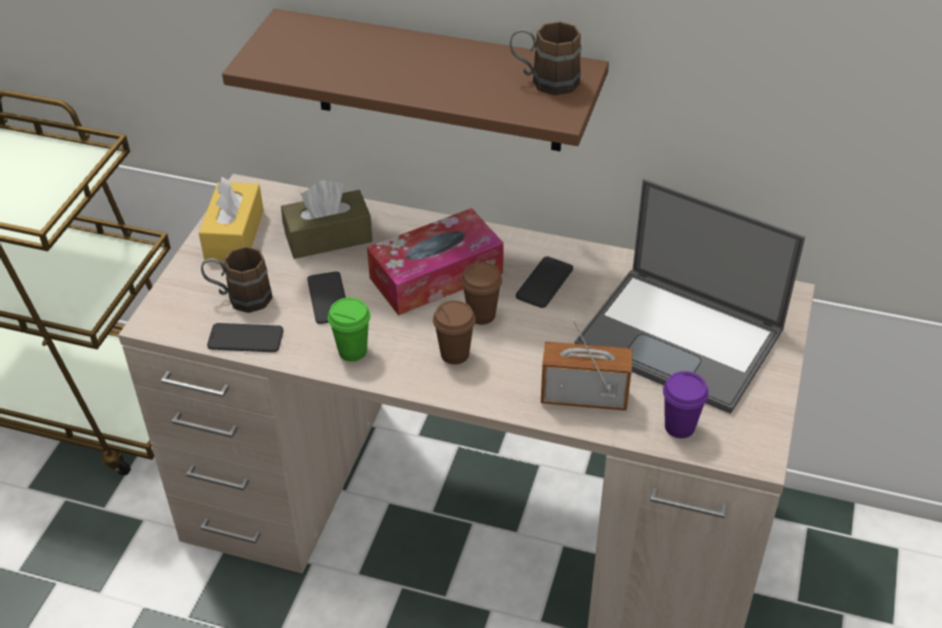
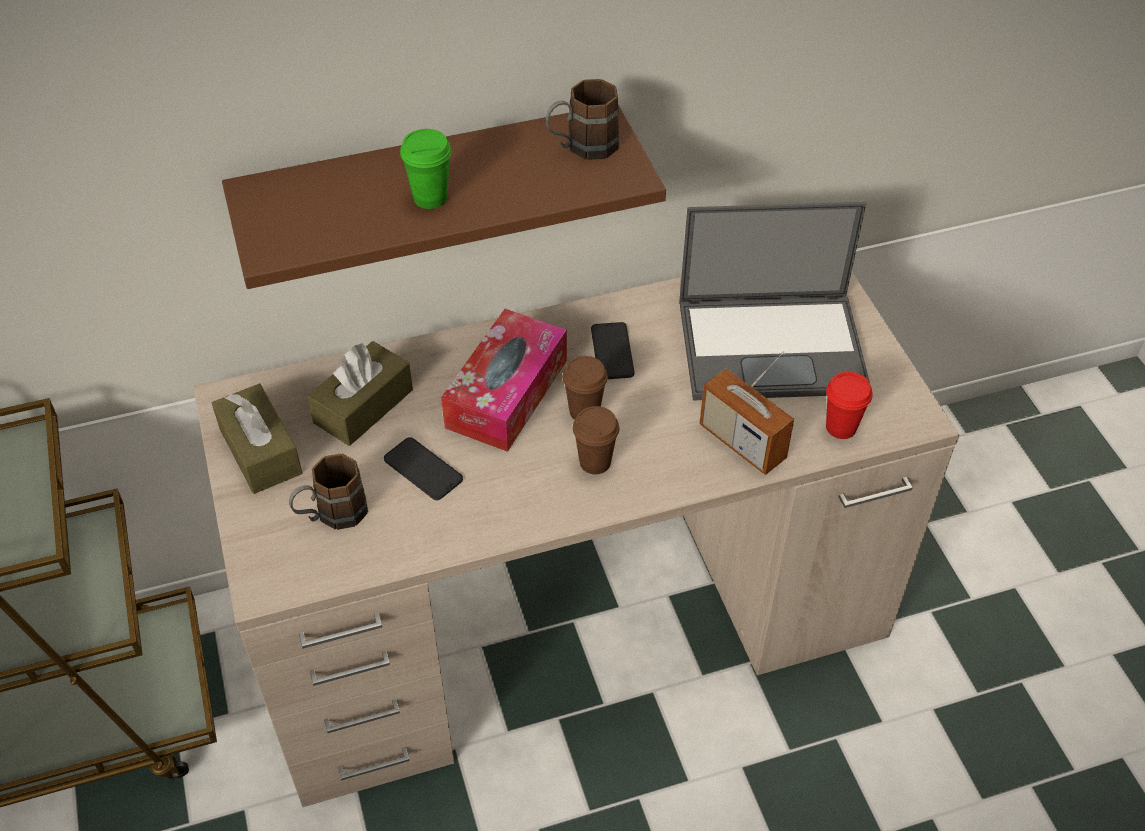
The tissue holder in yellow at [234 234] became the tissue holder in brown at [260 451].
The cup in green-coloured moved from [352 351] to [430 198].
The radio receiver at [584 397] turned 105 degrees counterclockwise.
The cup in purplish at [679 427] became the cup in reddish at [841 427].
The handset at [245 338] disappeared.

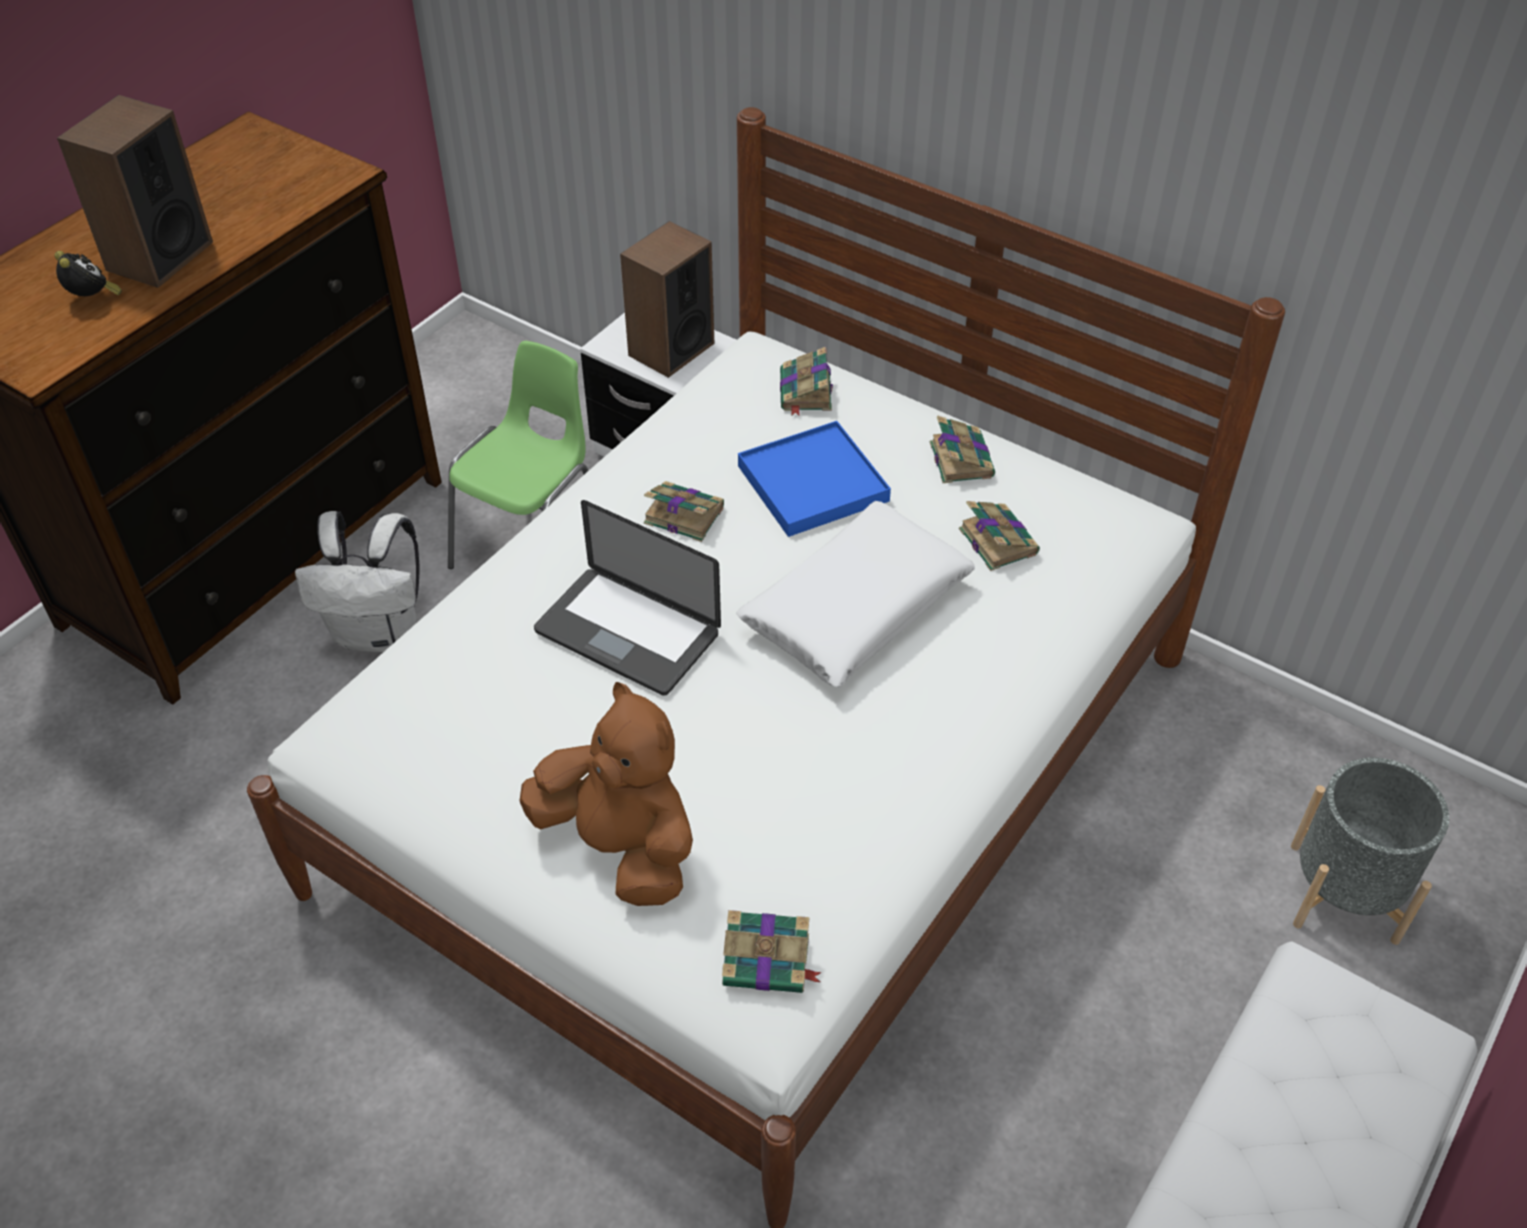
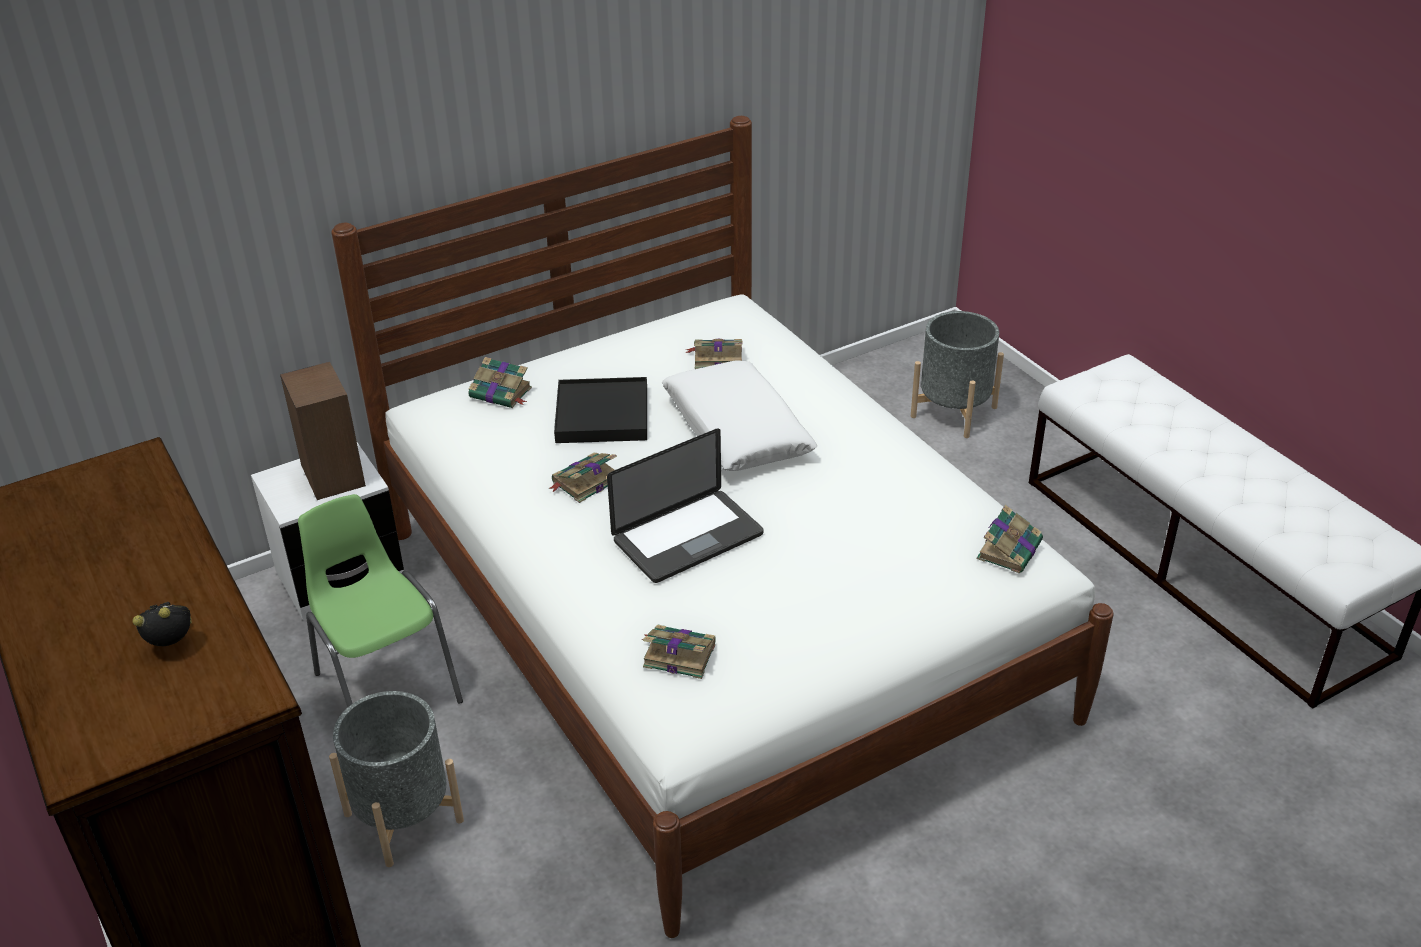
The backpack in whitish at [379 633] was replaced by the plant pot in grey at [403 817].
The serving tray in blue at [813 483] became the serving tray in black at [602 415].
The book moved from [961 458] to [677 655].
The speaker at [159 256] disappeared.
The soft toy in brown at [621 846] disappeared.

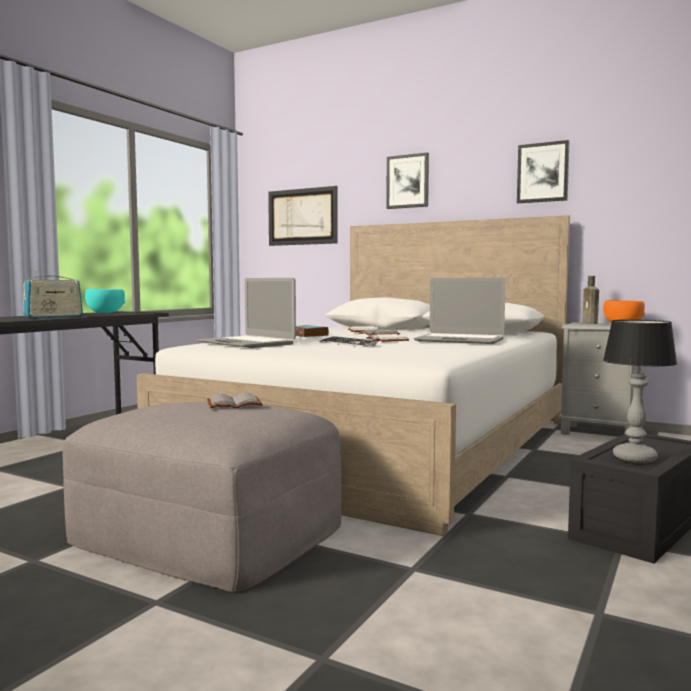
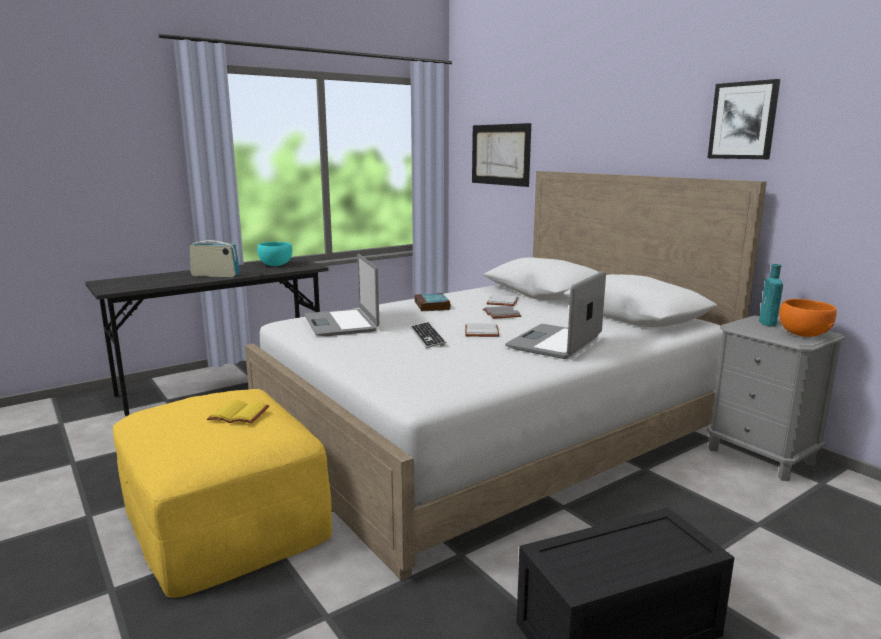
The ottoman in grey at [209 533] became the ottoman in yellow at [225 518].
The radio receiver at [53 317] turned 150 degrees counterclockwise.
The book in grey at [235 404] became the book in yellow at [240 414].
The laptop at [459 340] turned 75 degrees clockwise.
The beverage bottle in brown at [590 323] became the beverage bottle in turquoise-coloured at [768 323].
The wall picture at [408 181] disappeared.
The tabletop lamp at [634 458] disappeared.

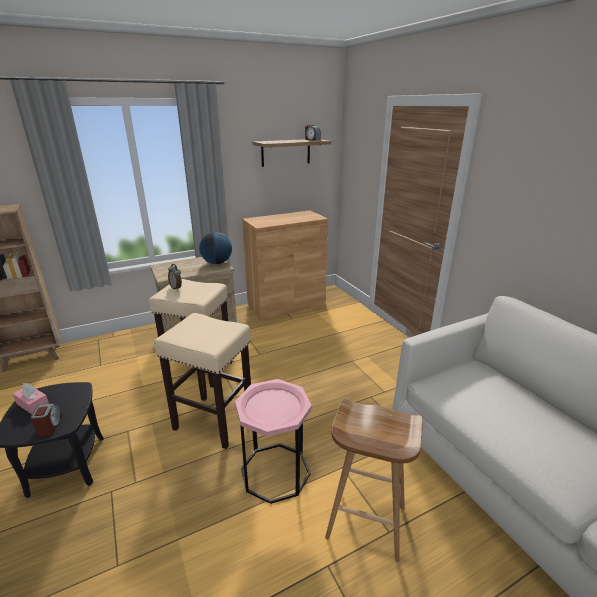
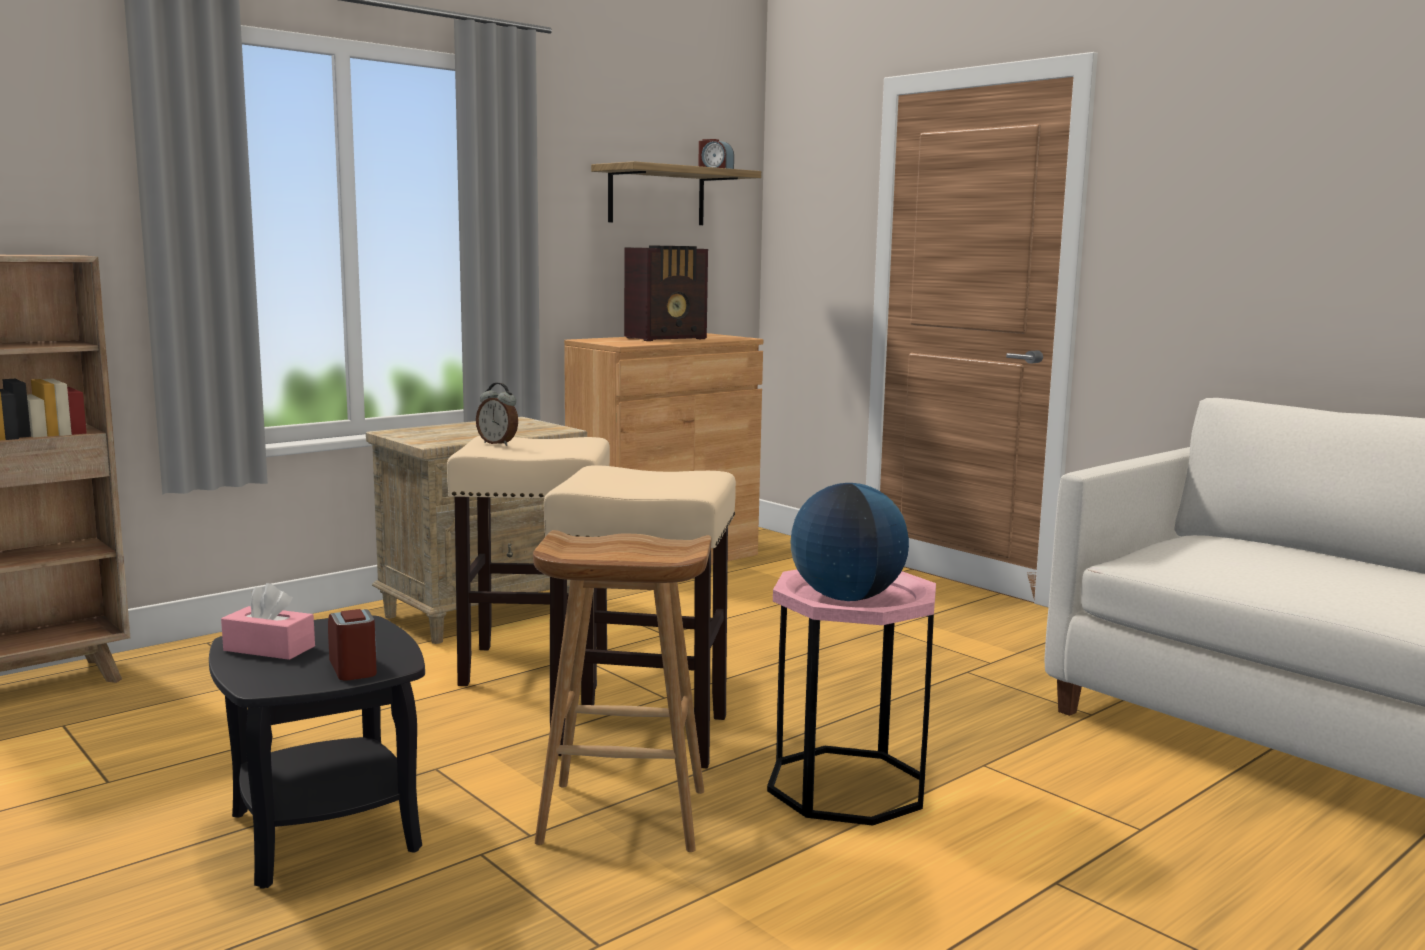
The sitting stool in brown moved from [364 523] to [620 817].
The radio receiver at [667 338] appeared.
The desk globe moved from [217 263] to [846 598].

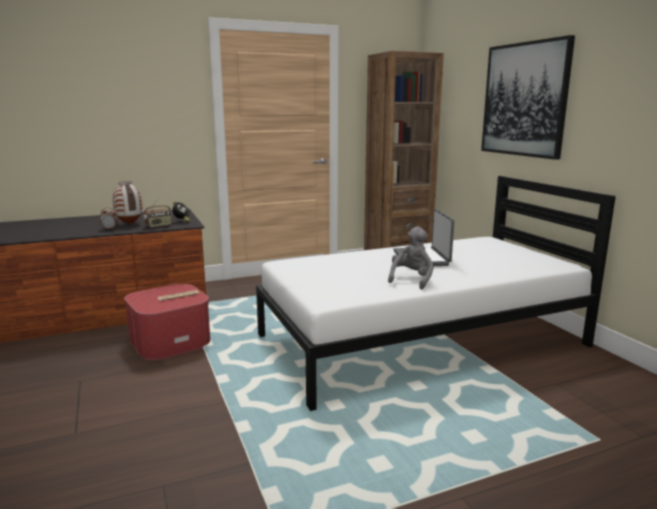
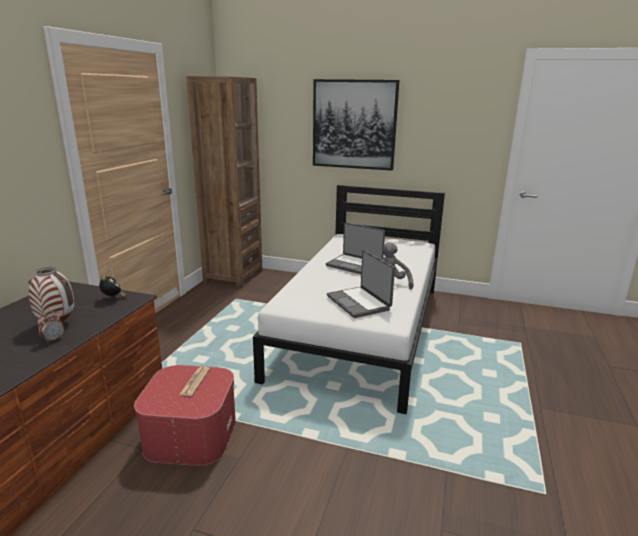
The laptop at [359 302] appeared.
The radio receiver at [159 225] disappeared.

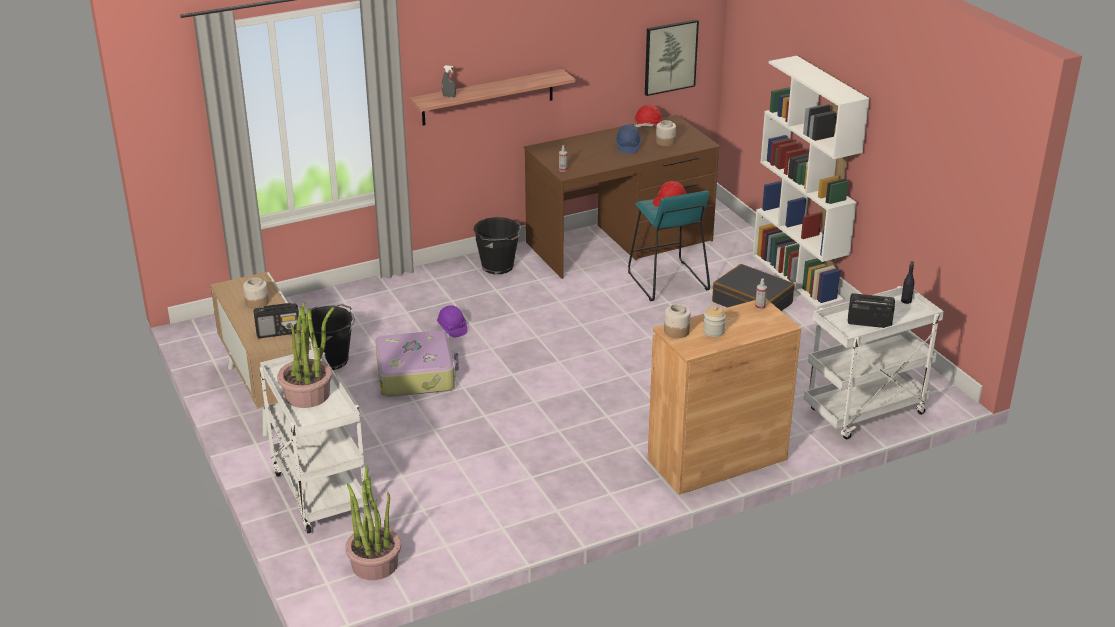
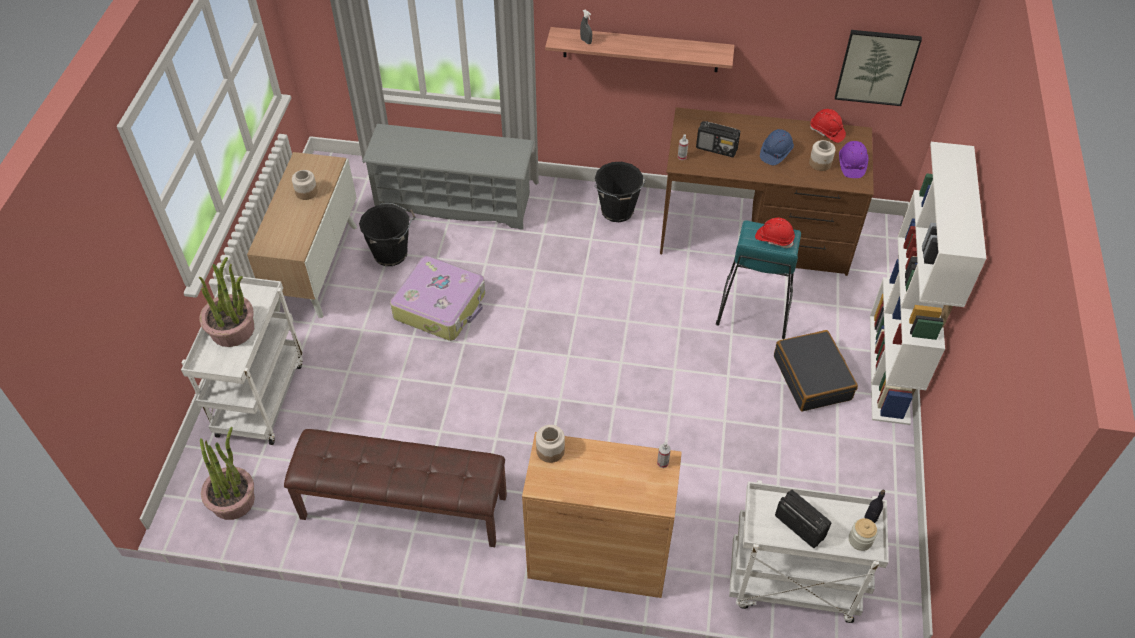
The indoor bench in brown at [403 508] appeared.
The shoe shelf in grey at [455 202] appeared.
The radio receiver moved from [279 332] to [717 148].
The hard hat in purplish moved from [452 328] to [851 165].
The preserve jar moved from [713 331] to [860 540].

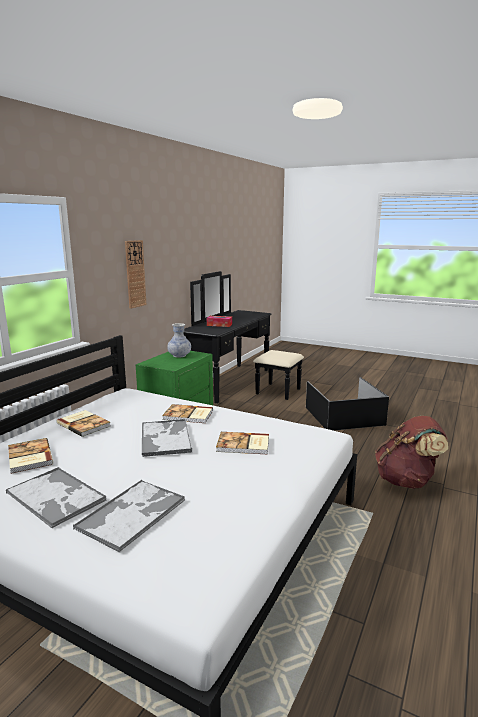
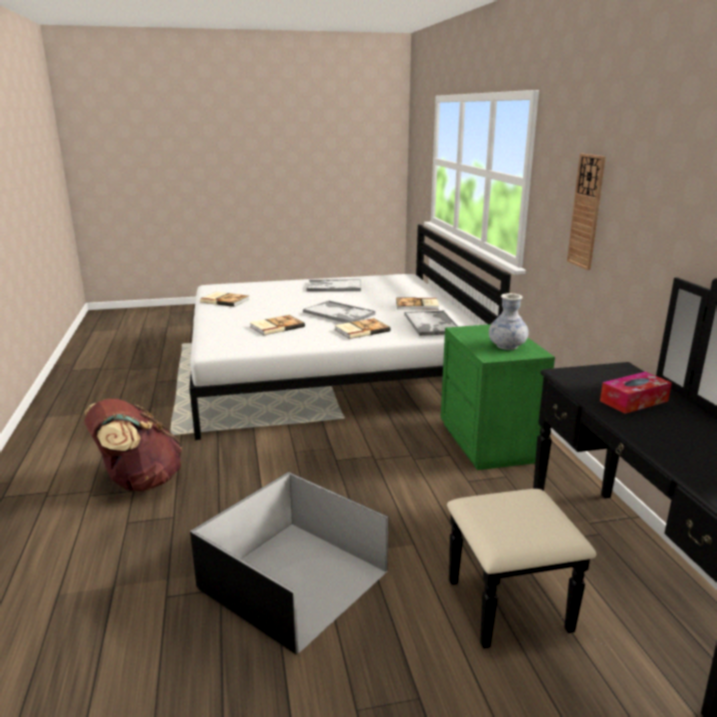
The book moved from [29 457] to [225 300].
The serving tray moved from [132 513] to [432 324].

